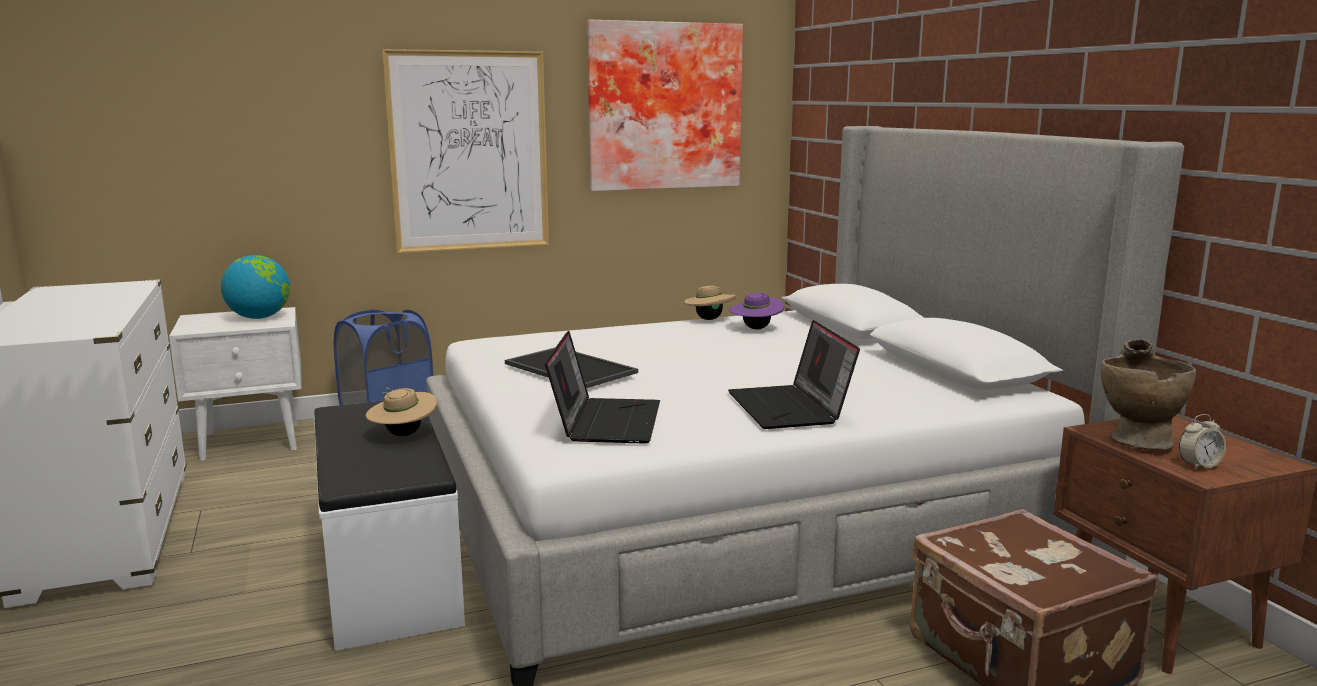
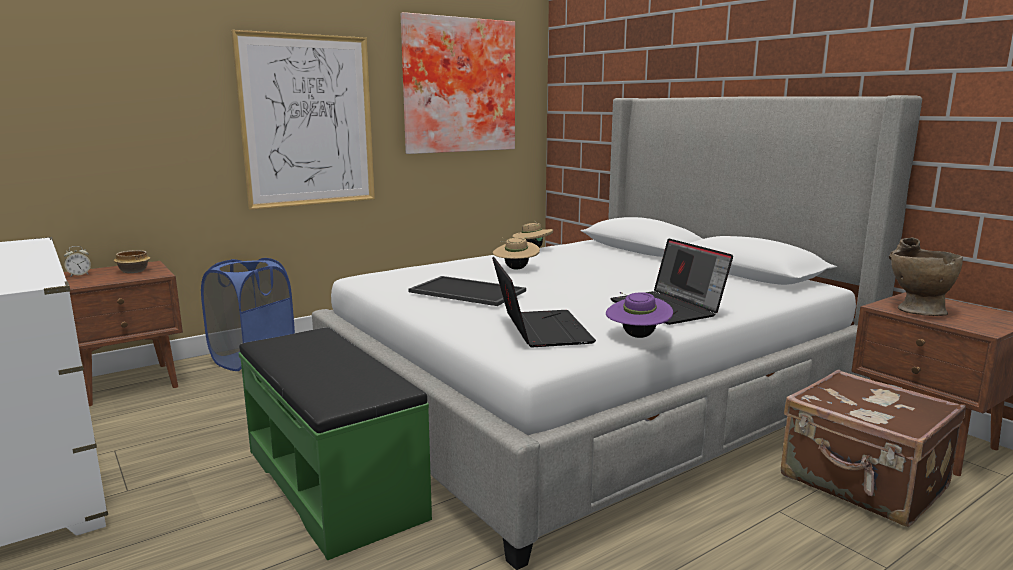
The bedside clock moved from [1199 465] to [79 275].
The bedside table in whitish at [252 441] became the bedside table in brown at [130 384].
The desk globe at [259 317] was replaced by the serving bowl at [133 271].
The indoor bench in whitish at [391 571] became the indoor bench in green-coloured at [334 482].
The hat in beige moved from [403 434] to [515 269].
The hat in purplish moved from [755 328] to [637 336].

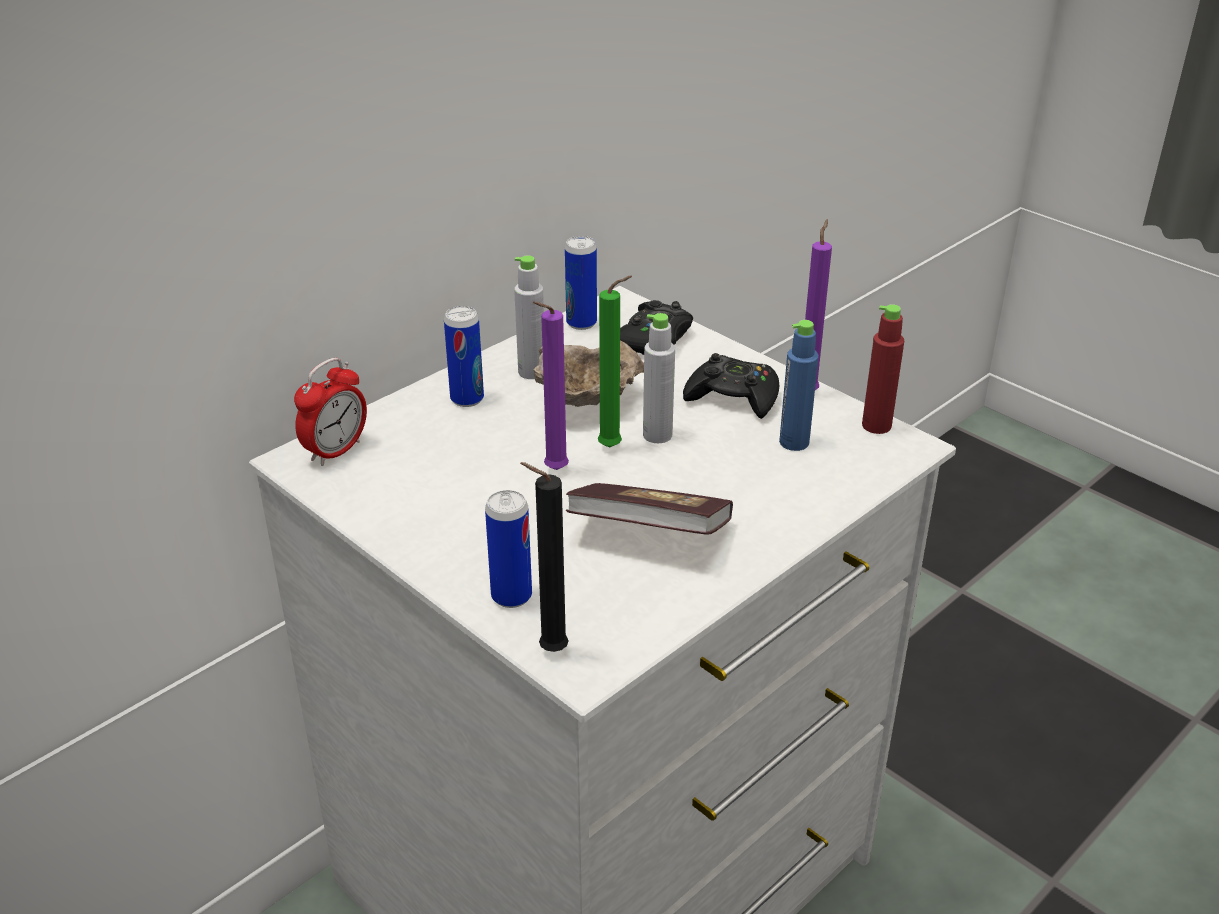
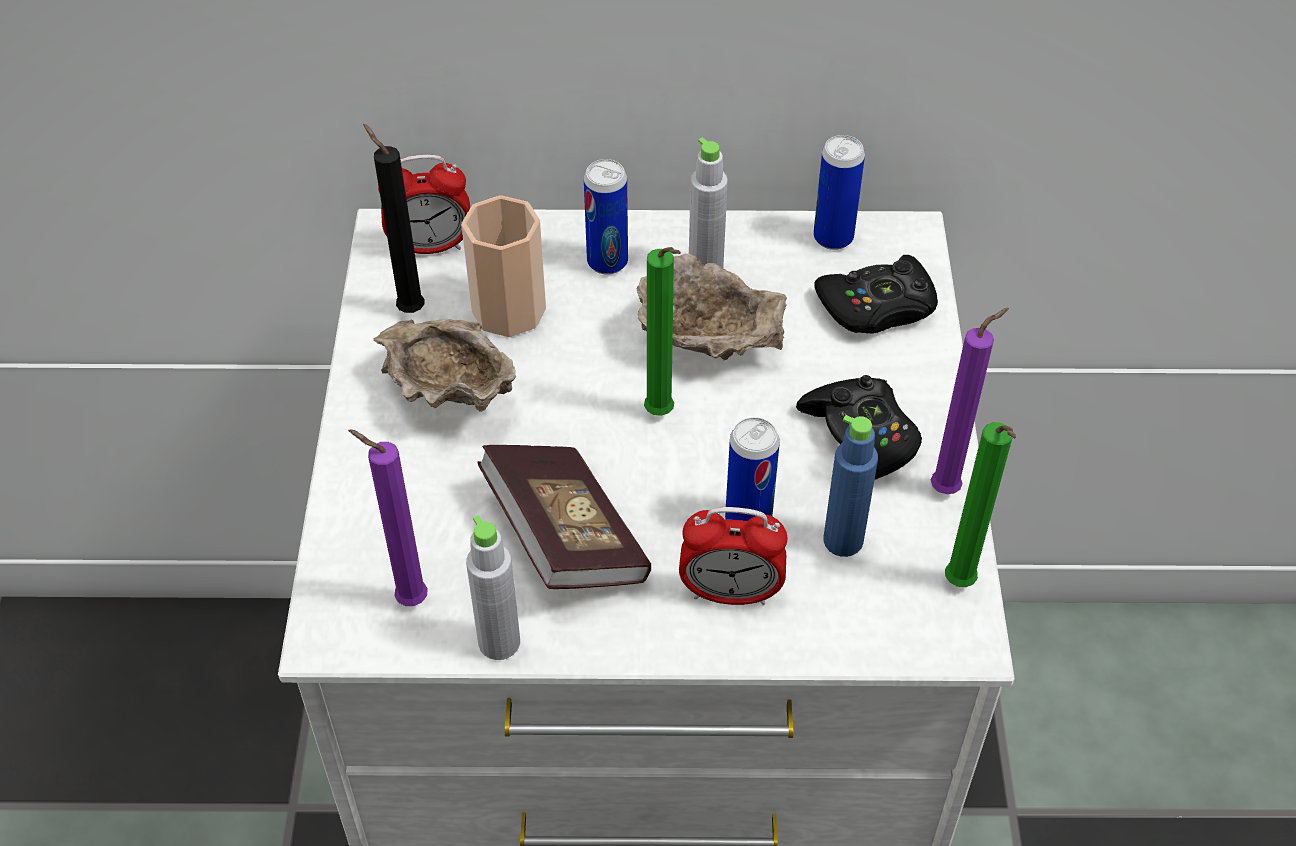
The wax light in purplish moved from [552 471] to [407 599].
The wax light in black moved from [548 651] to [408 308].
The serving bowl in beige at [450 396] appeared.
The cup at [509 310] appeared.
The beverage bottle in grey moved from [657 435] to [499 642].
The bedside clock at [730 593] appeared.
The metal can moved from [511 596] to [748 520].
The beverage bottle in reddish at [876 426] was replaced by the wax light in green-coloured at [960 586].

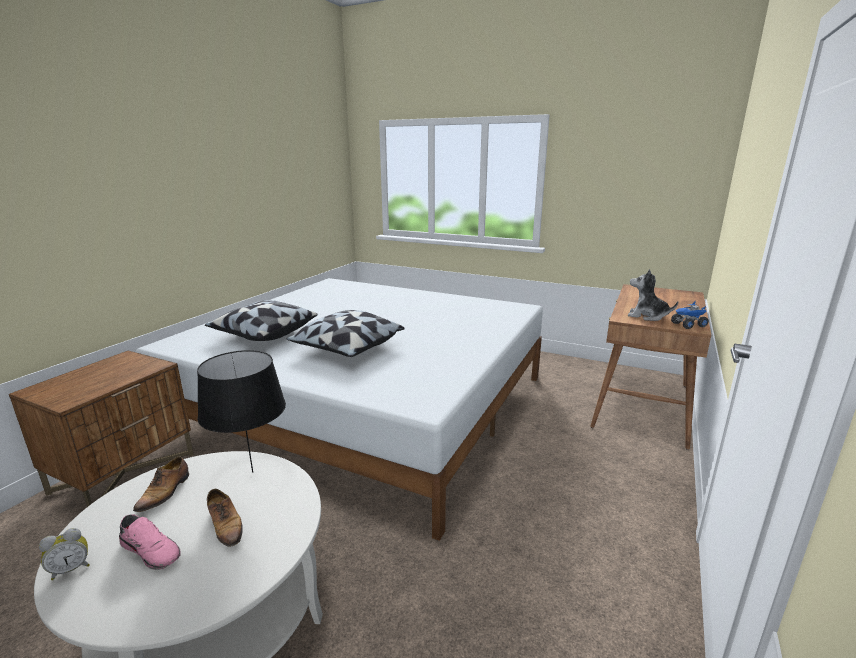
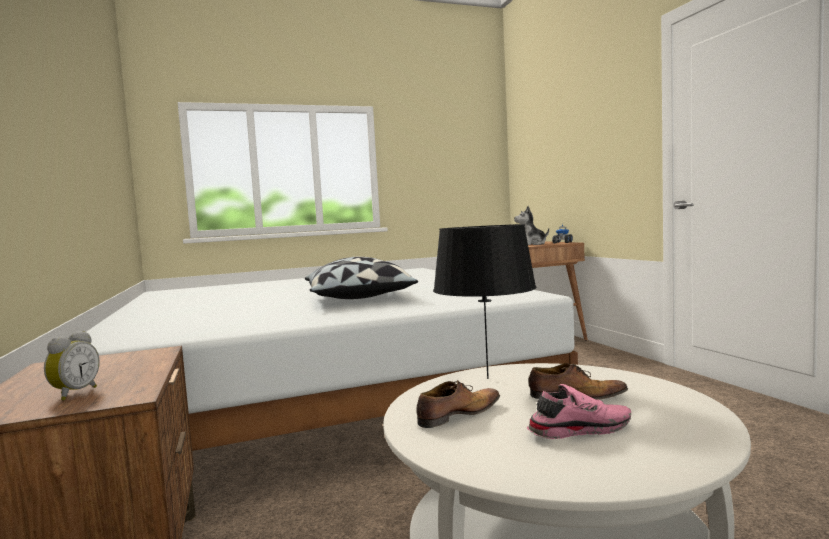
The bedside clock moved from [71 569] to [73 393].
The shoe at [165 492] turned 90 degrees counterclockwise.
The pillow at [263 334] disappeared.

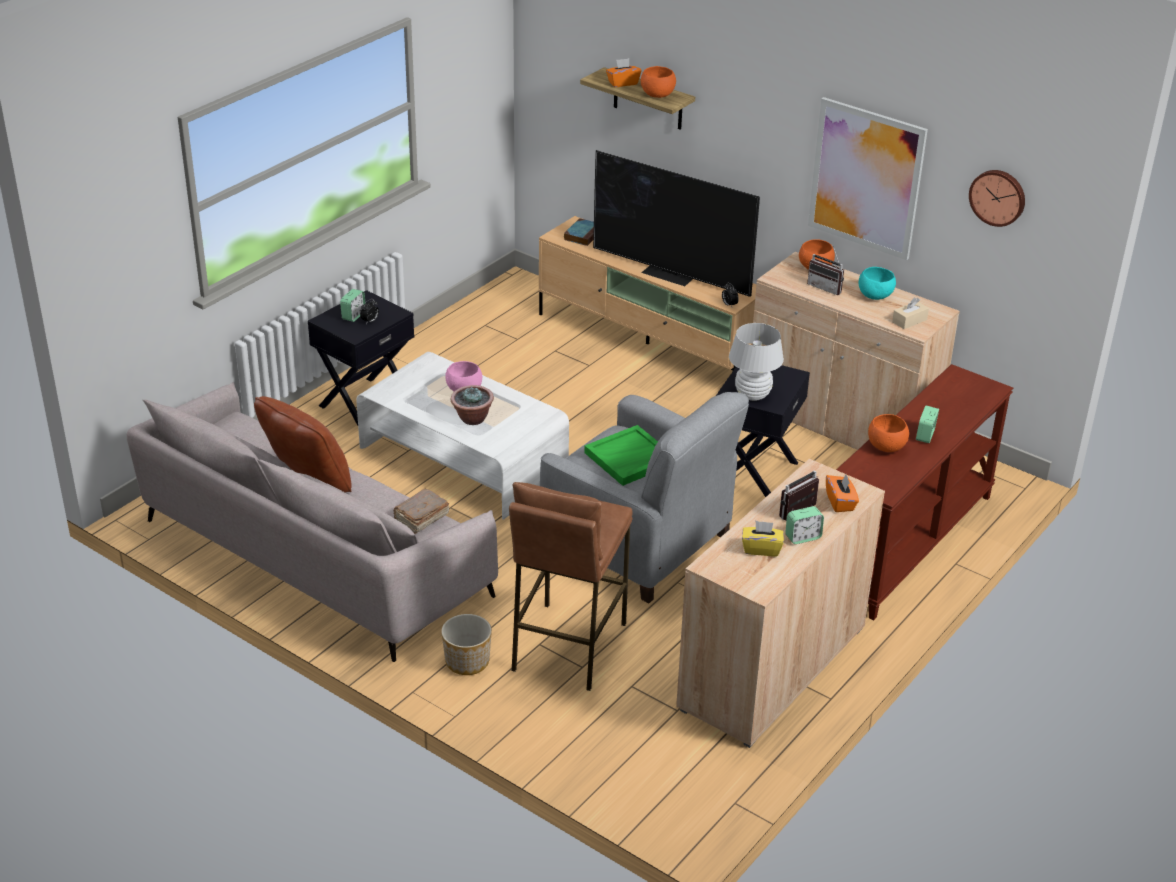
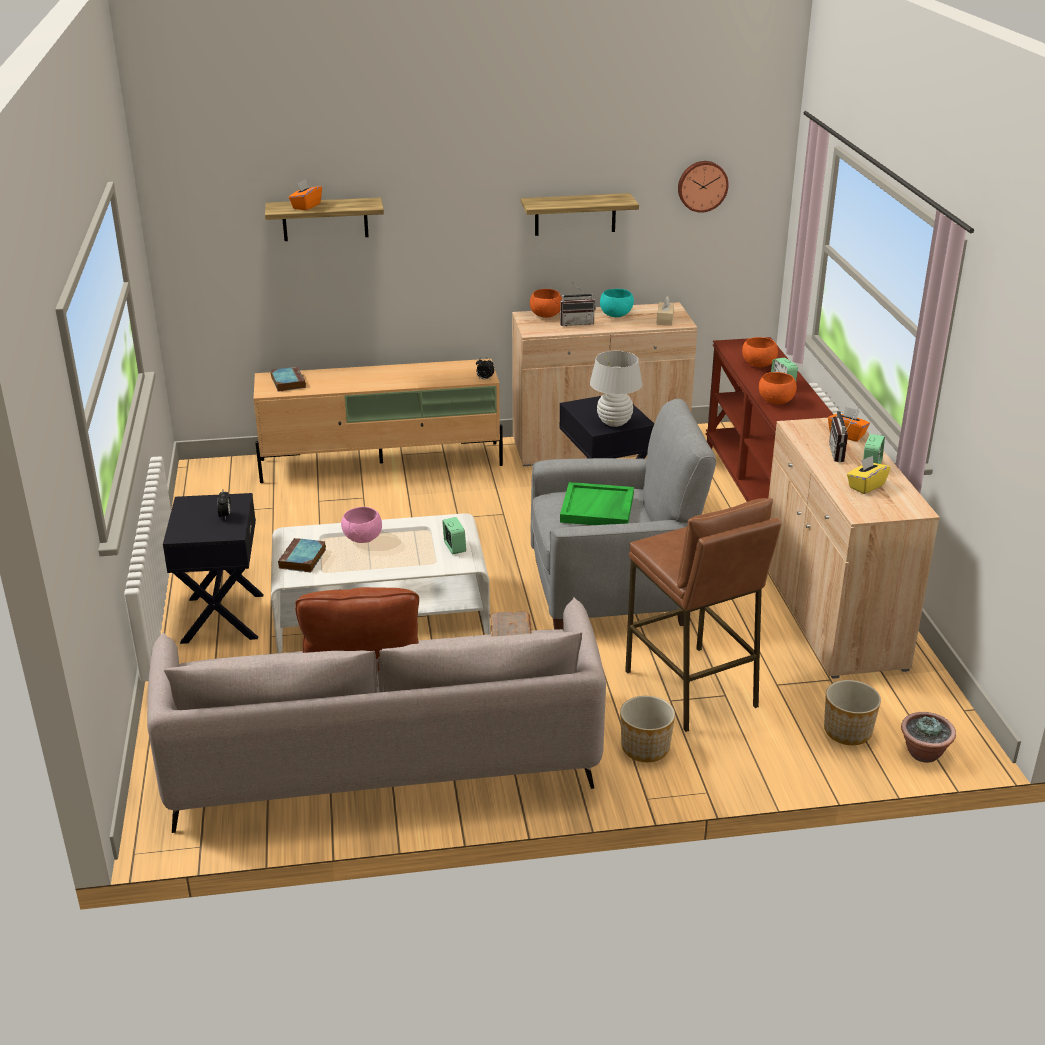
The book at [302 559] appeared.
The bedside clock moved from [353 316] to [454 547].
The wall picture at [866 178] was replaced by the bracket shelf at [575 214].
The serving bowl in orange-coloured moved from [657 95] to [759 365].
The plant pot at [847 732] appeared.
The plant in a pot moved from [472 419] to [923 754].
The television at [670 273] disappeared.

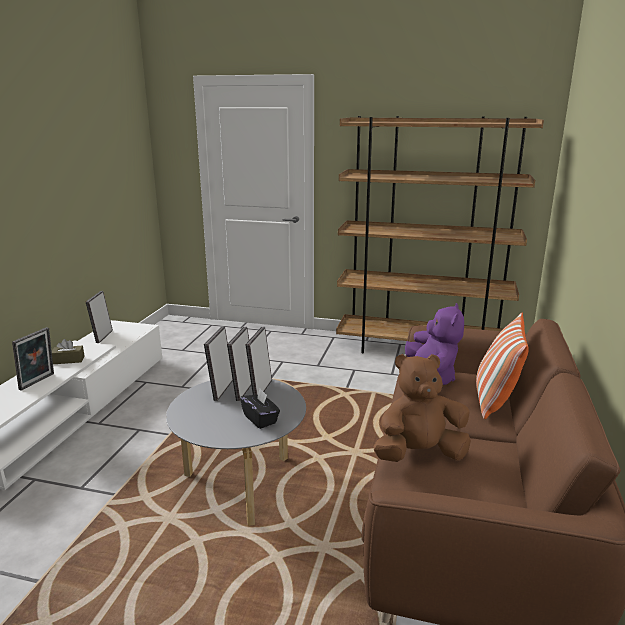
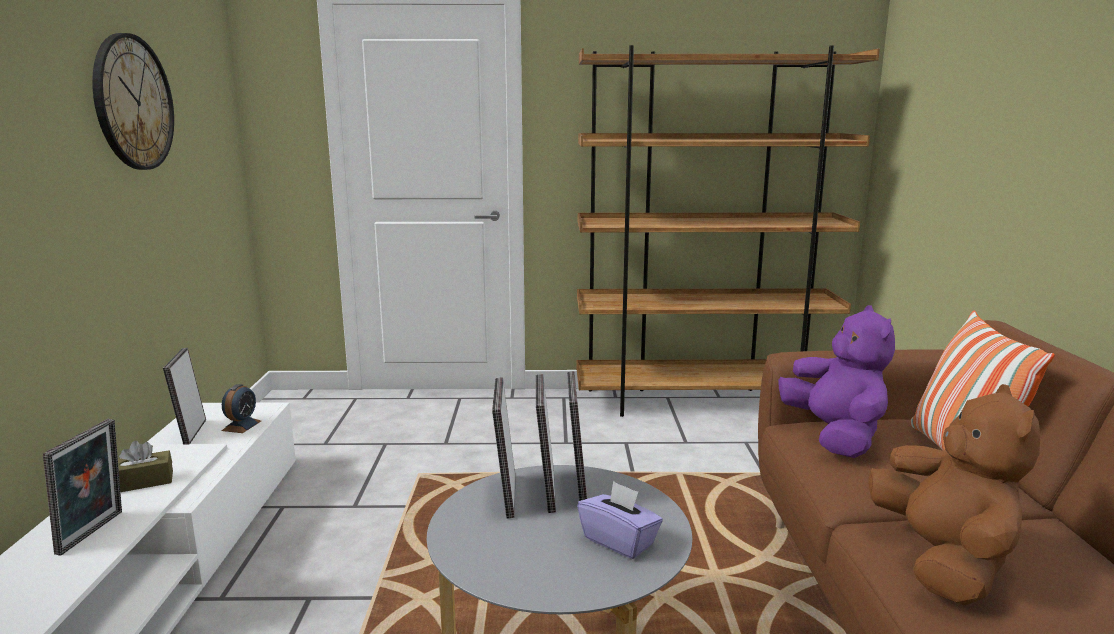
The hanging clock at [133 103] appeared.
The bedside clock at [241 425] appeared.
The tissue holder in black at [260 419] became the tissue holder in purplish at [619 541].
The soft toy in brown at [419 454] turned 120 degrees clockwise.

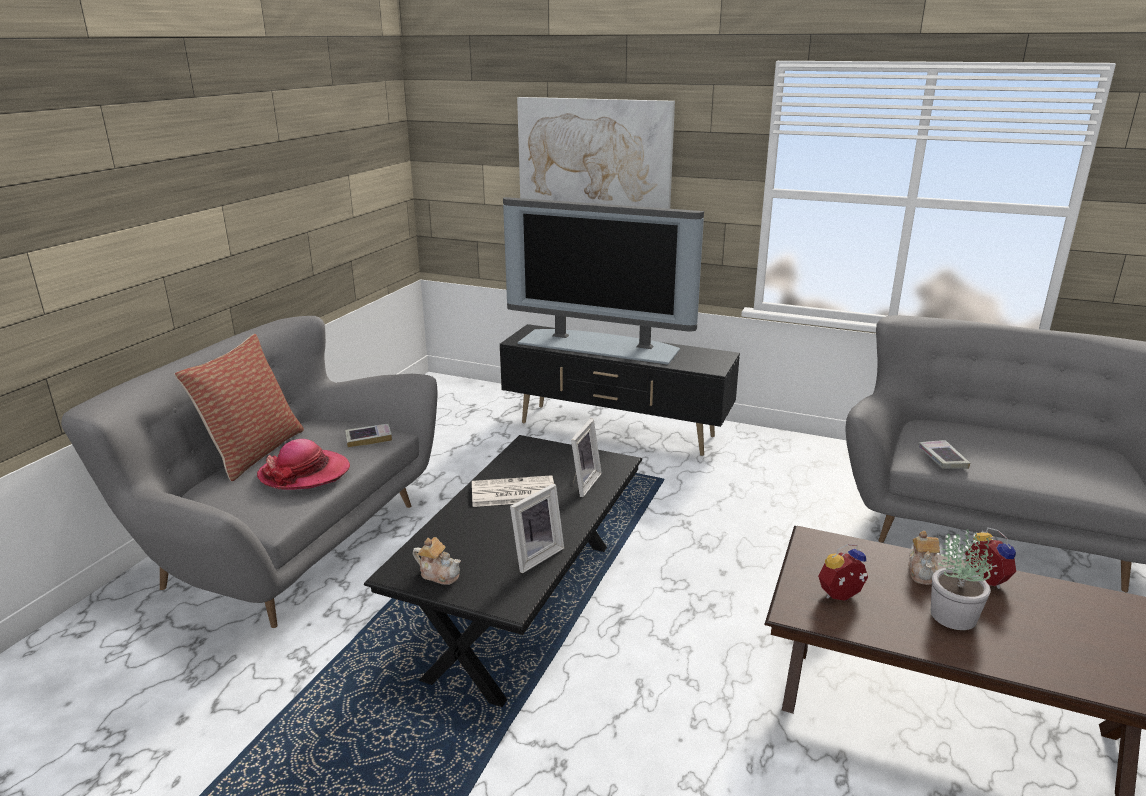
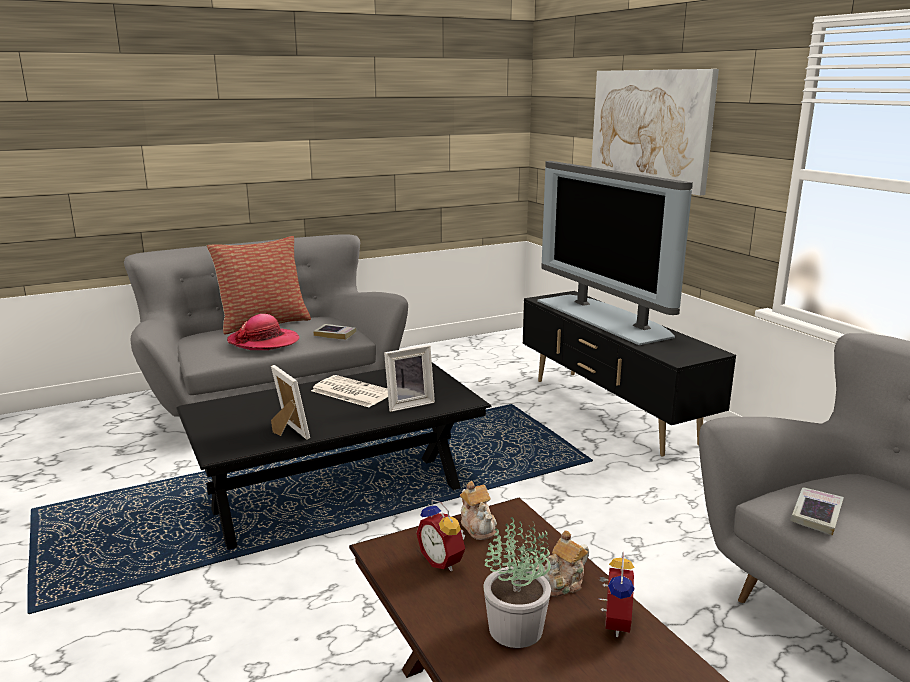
The photo frame at [535 555] turned 120 degrees counterclockwise.
The bedside clock at [842 597] turned 150 degrees counterclockwise.
The tea pot moved from [439 574] to [478 526].

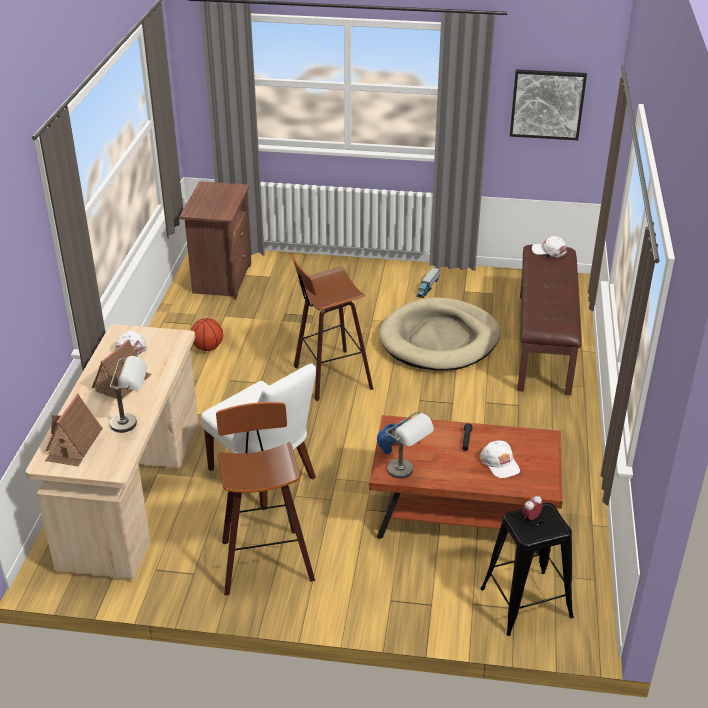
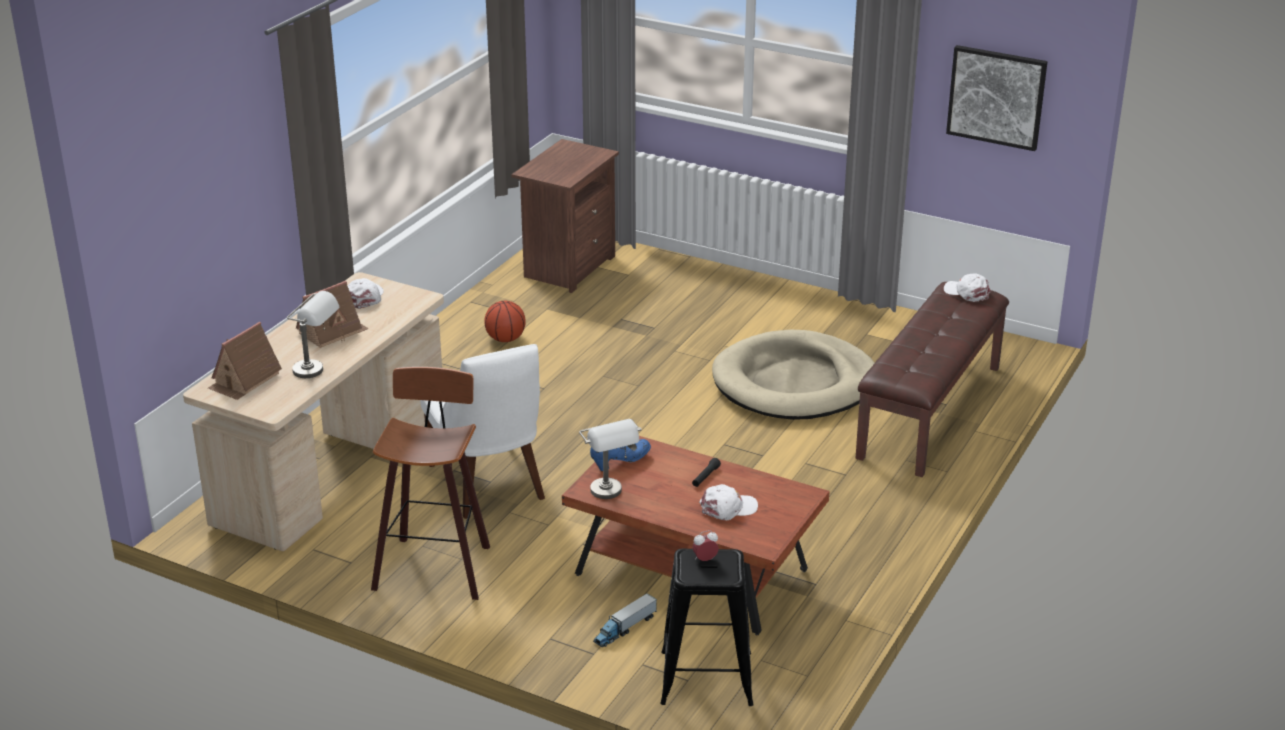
The model truck moved from [427 287] to [625 628].
The peaked cap in whitish at [500 463] turned 105 degrees counterclockwise.
The sitting stool at [330 377] disappeared.

